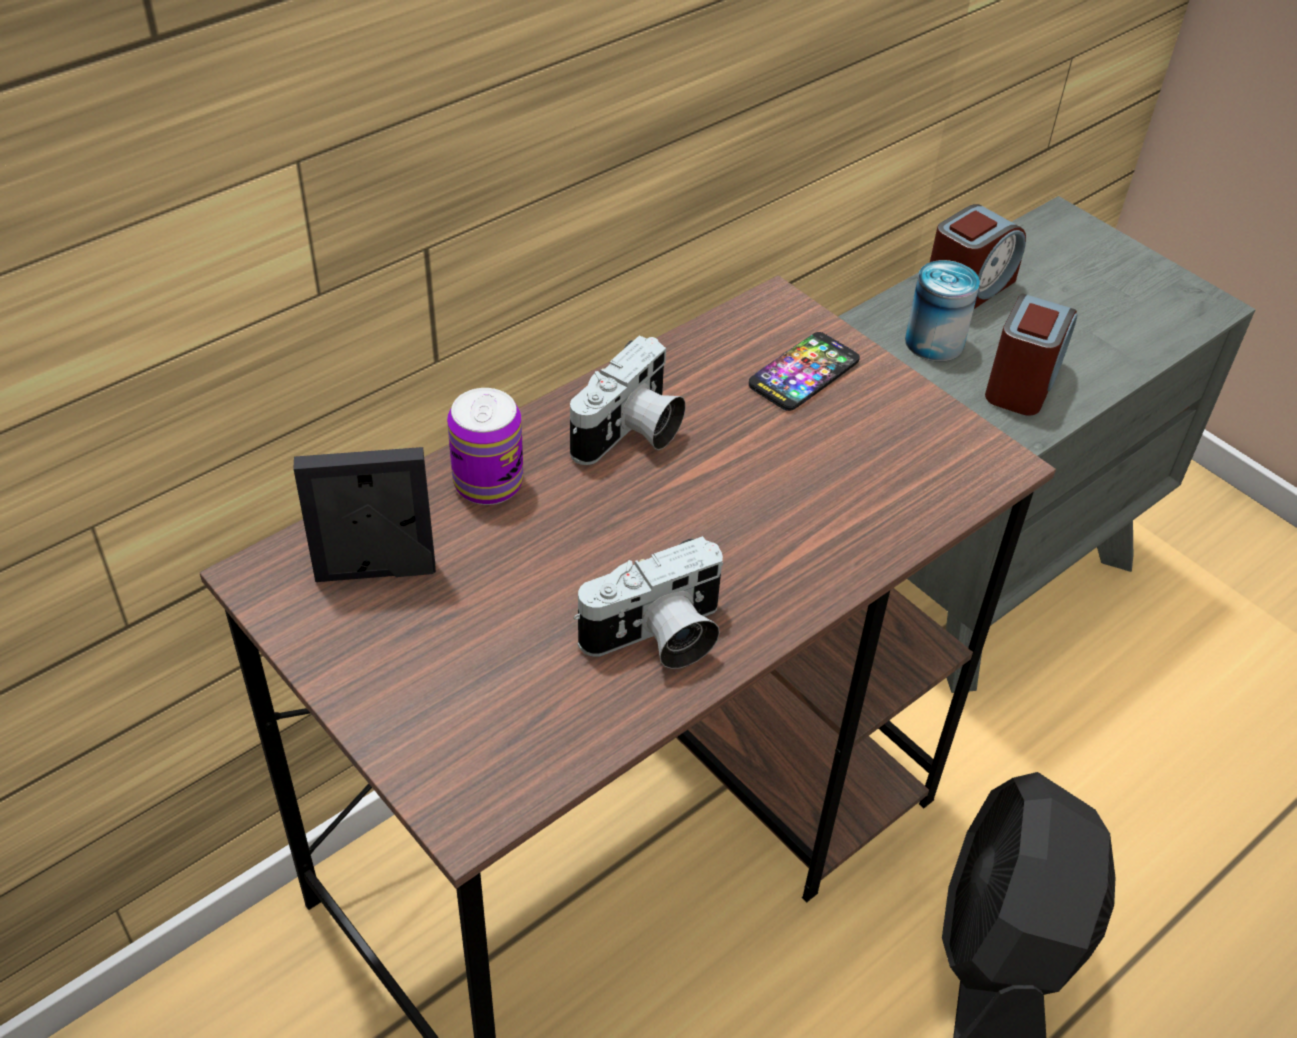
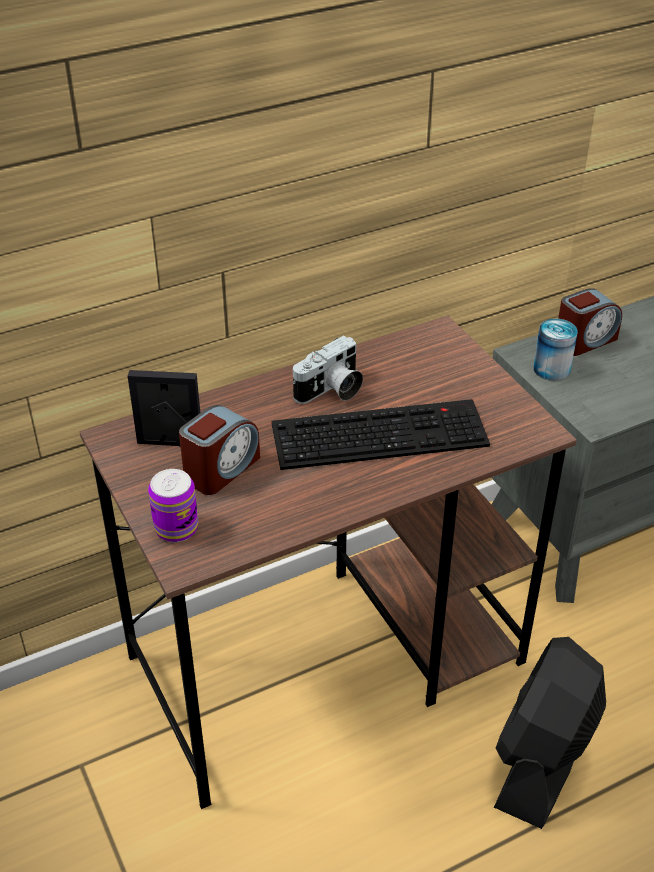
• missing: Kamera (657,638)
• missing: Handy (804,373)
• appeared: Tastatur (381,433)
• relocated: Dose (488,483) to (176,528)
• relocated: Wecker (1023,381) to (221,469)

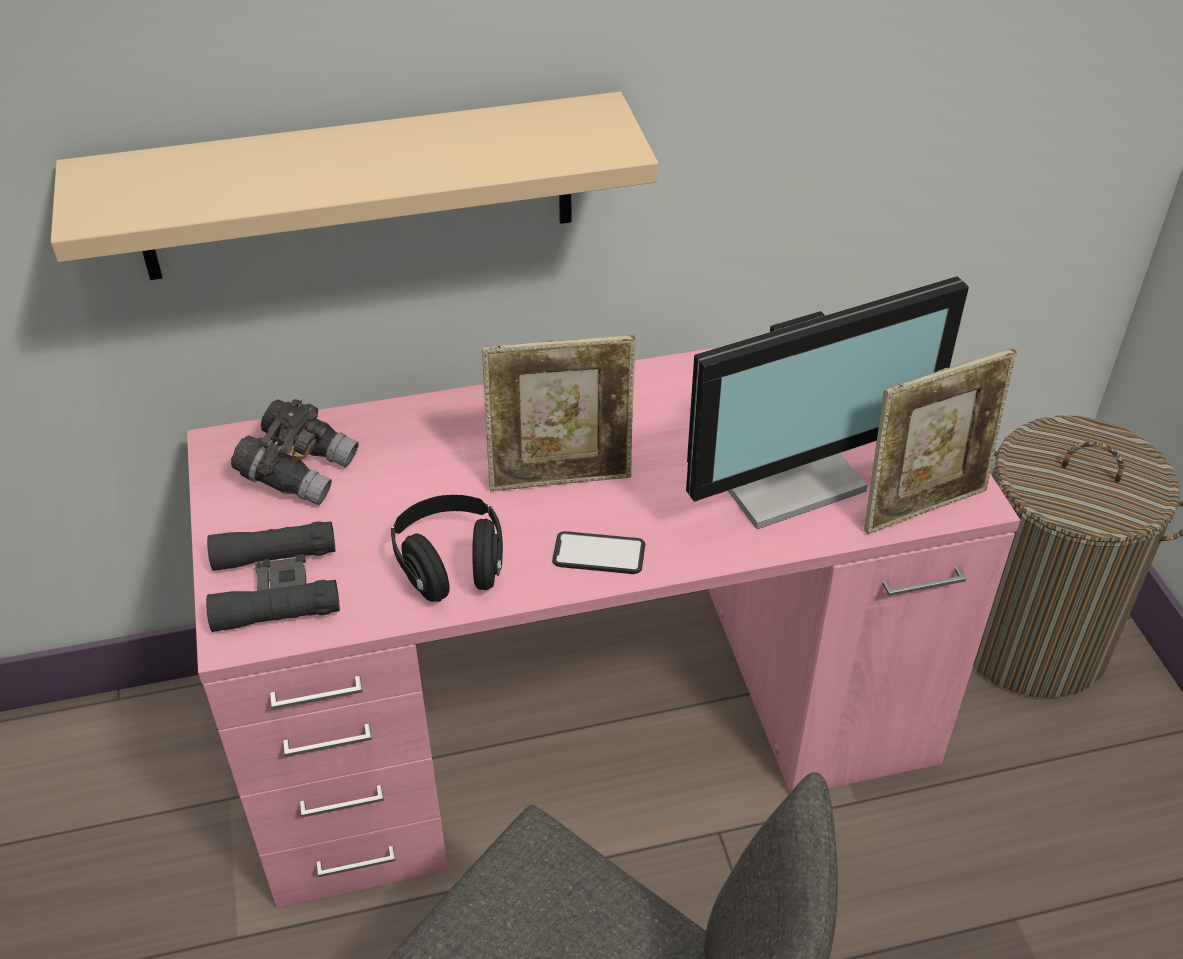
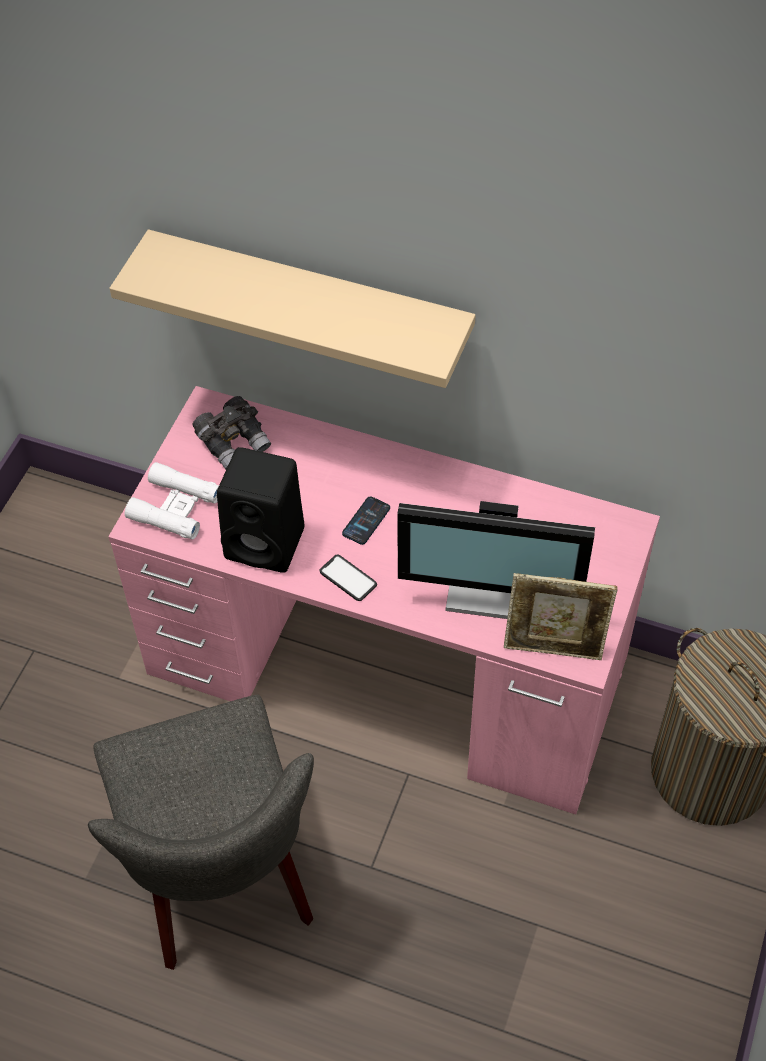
• exchanged: Kopfhörer [schwarz] (451,566) to Lautsprecher [schwarz] (267,543)
• exchanged: Bilderrahmen (561,478) to Handy (366,521)
• colour: Fernglas [schwarz] (276,586) to Fernglas [weiß] (175,507)

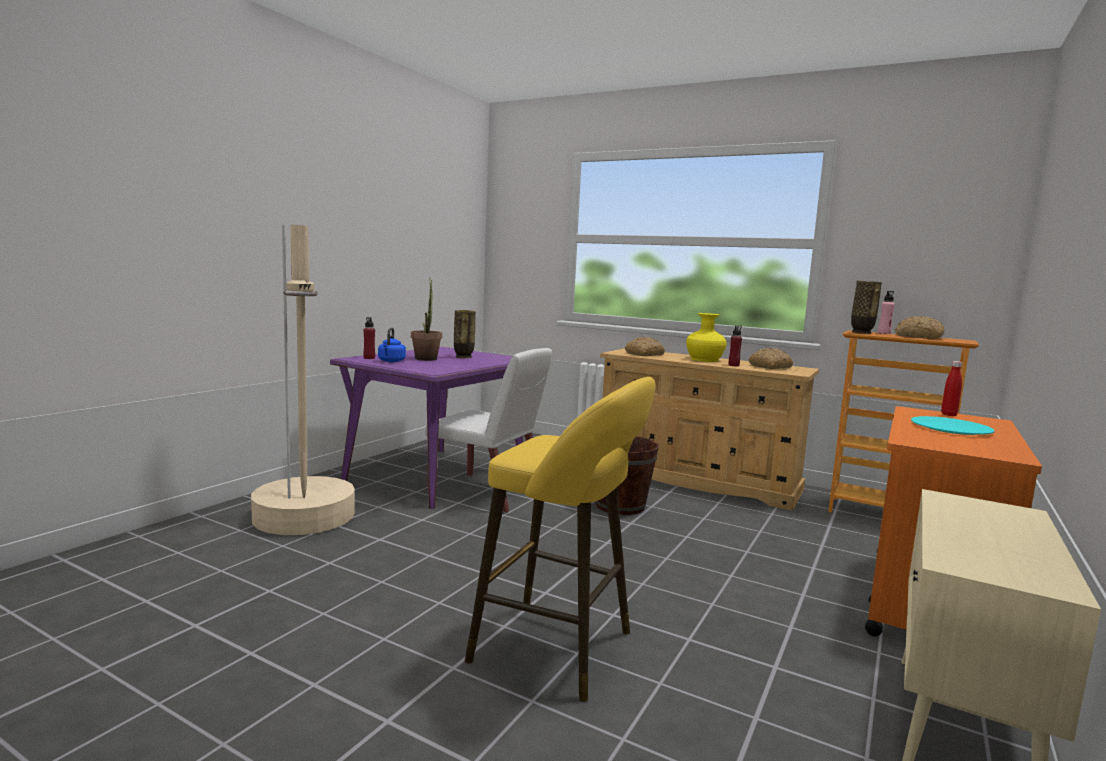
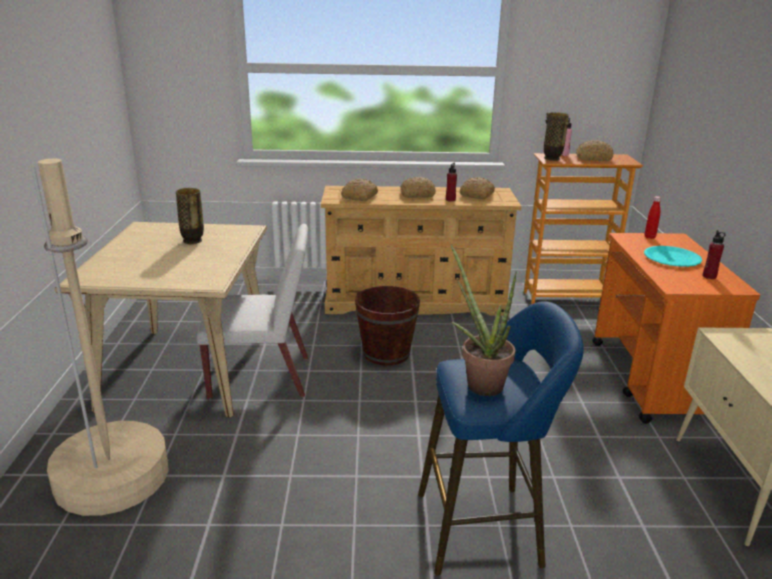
• missing: Wasserkessel [blau] (391,361)
• relocated: Flasche [rot] (369,358) to (709,276)
• relocated: Topfpflanze (426,358) to (479,382)
• exchanged: Vase [gelb] (704,360) to Brot (417,194)
• colour: Esstisch [lila] (437,475) to Esstisch [beige] (188,369)
• colour: Hocker [gelb] (561,649) to Hocker [blau] (486,527)

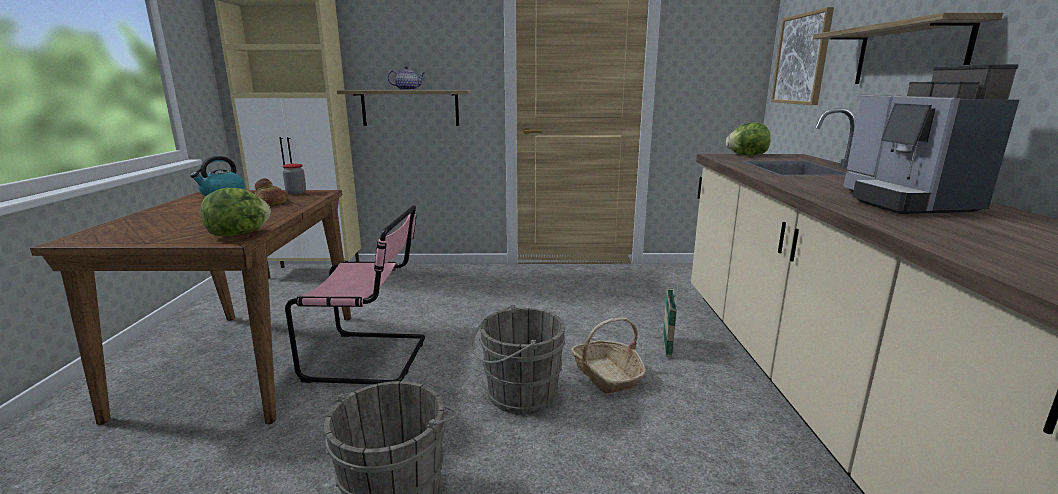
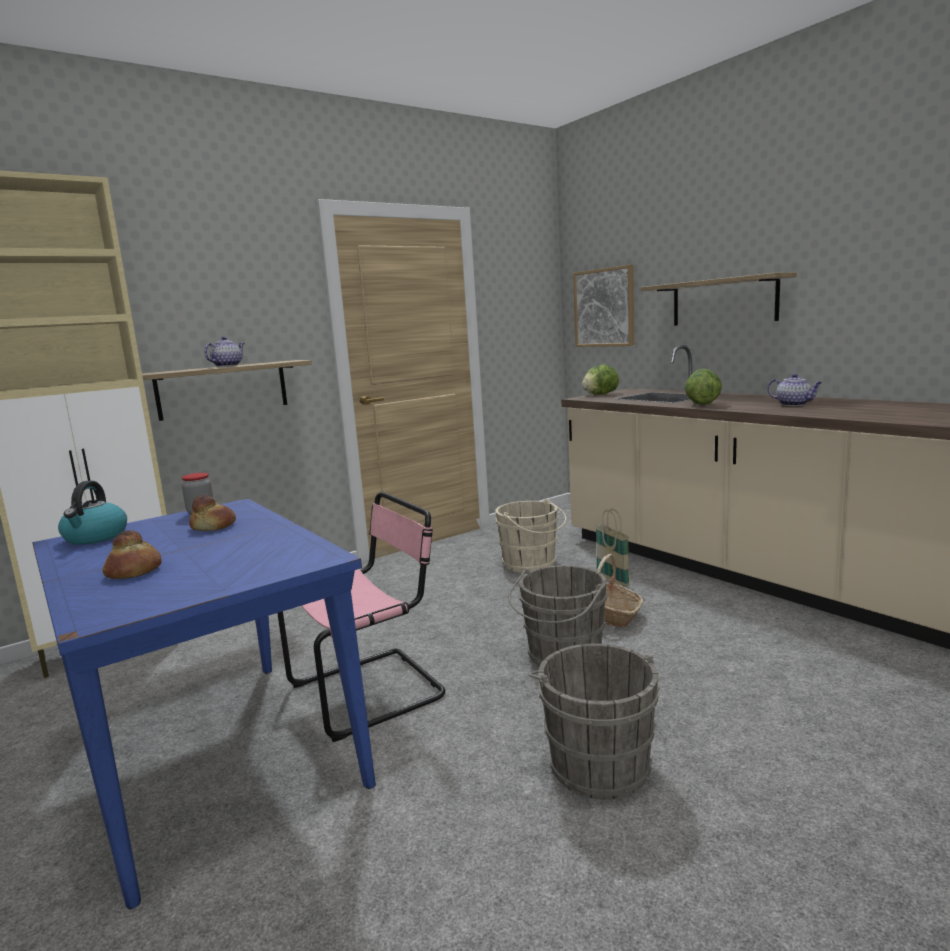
• appeared: Brot (135,571)
• appeared: Eimer [beige] (531,564)
• relocated: Salatkopf (240,234) to (702,404)
• exchanged: Kaffeemaschine (905,203) to Teekanne (794,404)
• colour: Esstisch [braun] (246,362) to Esstisch [blau] (218,758)

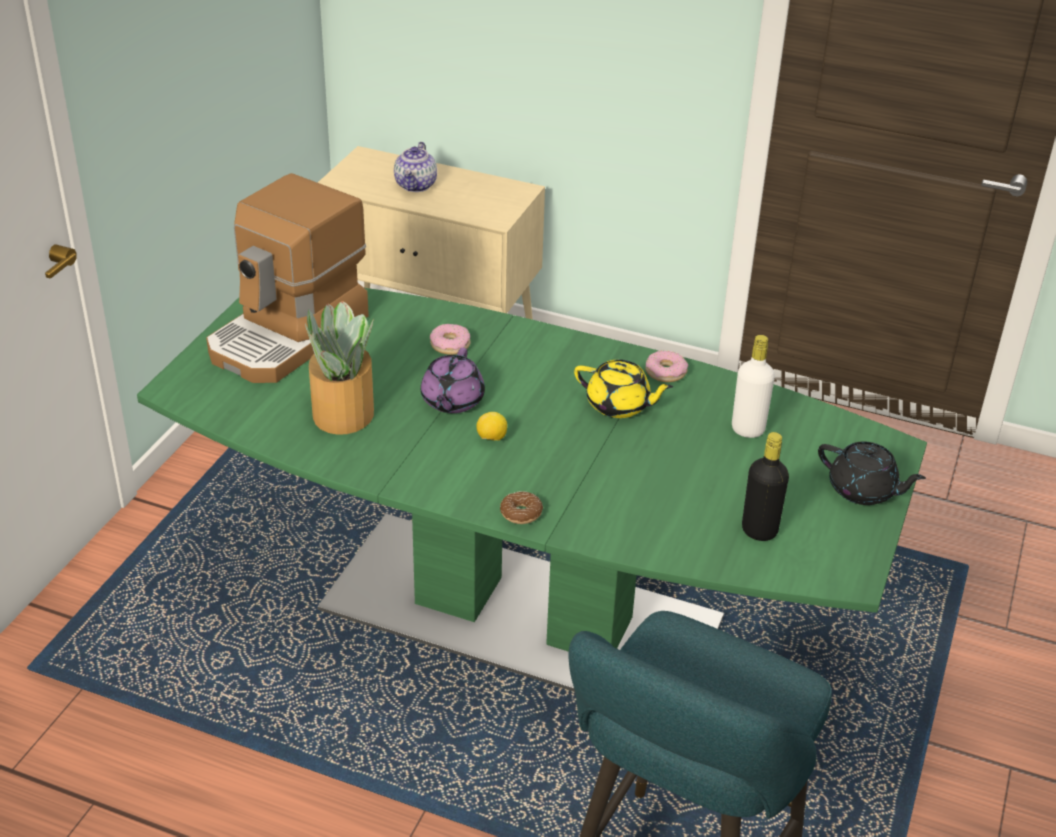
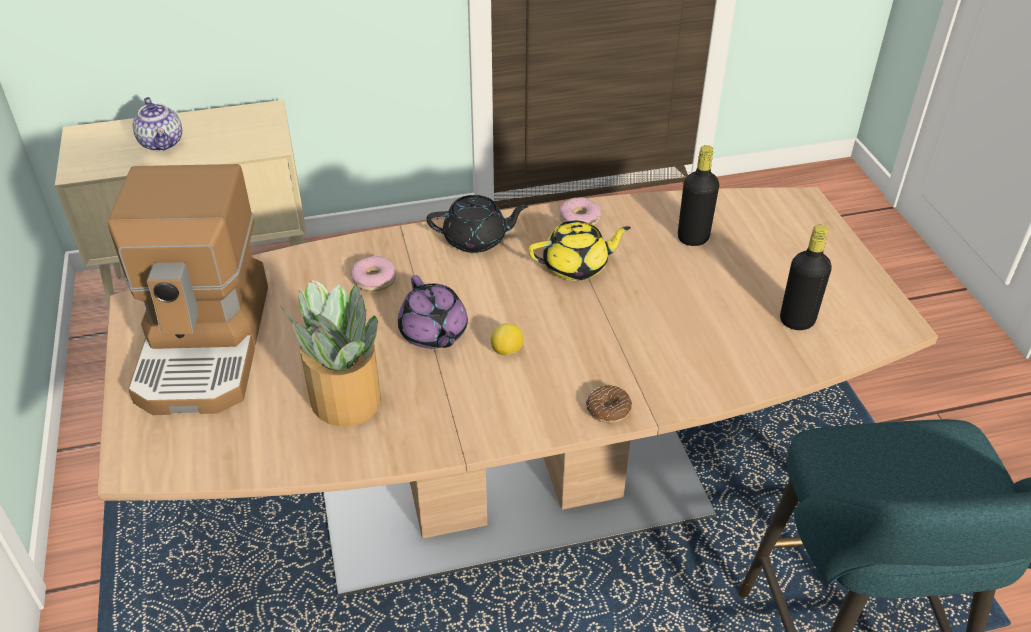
• relocated: Teekanne [schwarz] (863,490) to (476,239)
• colour: Esstisch [grün] (522,615) to Esstisch [braun] (516,495)
• colour: Flasche [weiß] (748,429) to Flasche [schwarz] (693,238)

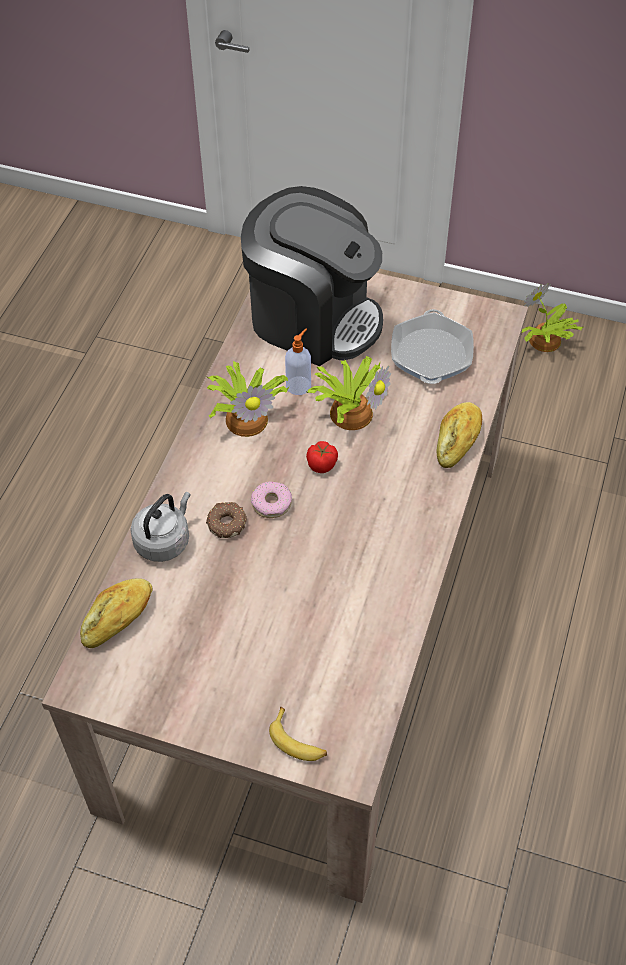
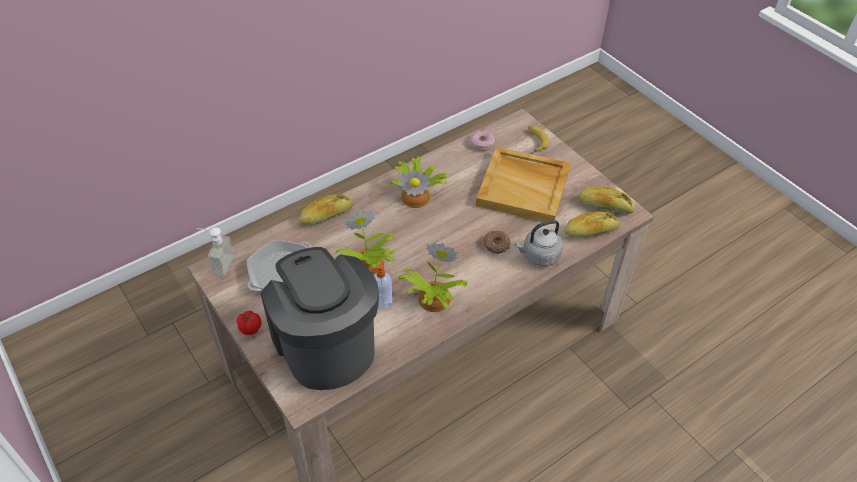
• appeared: Seifenspender (218,264)
• appeared: Tablett [beige] (524,187)
• appeared: Brot (605,206)
• relocated: Donut (271,503) to (482,143)
• relocated: Tomate (322,464) to (250,328)
• relocated: Topfpflanze (545,341) to (417,196)

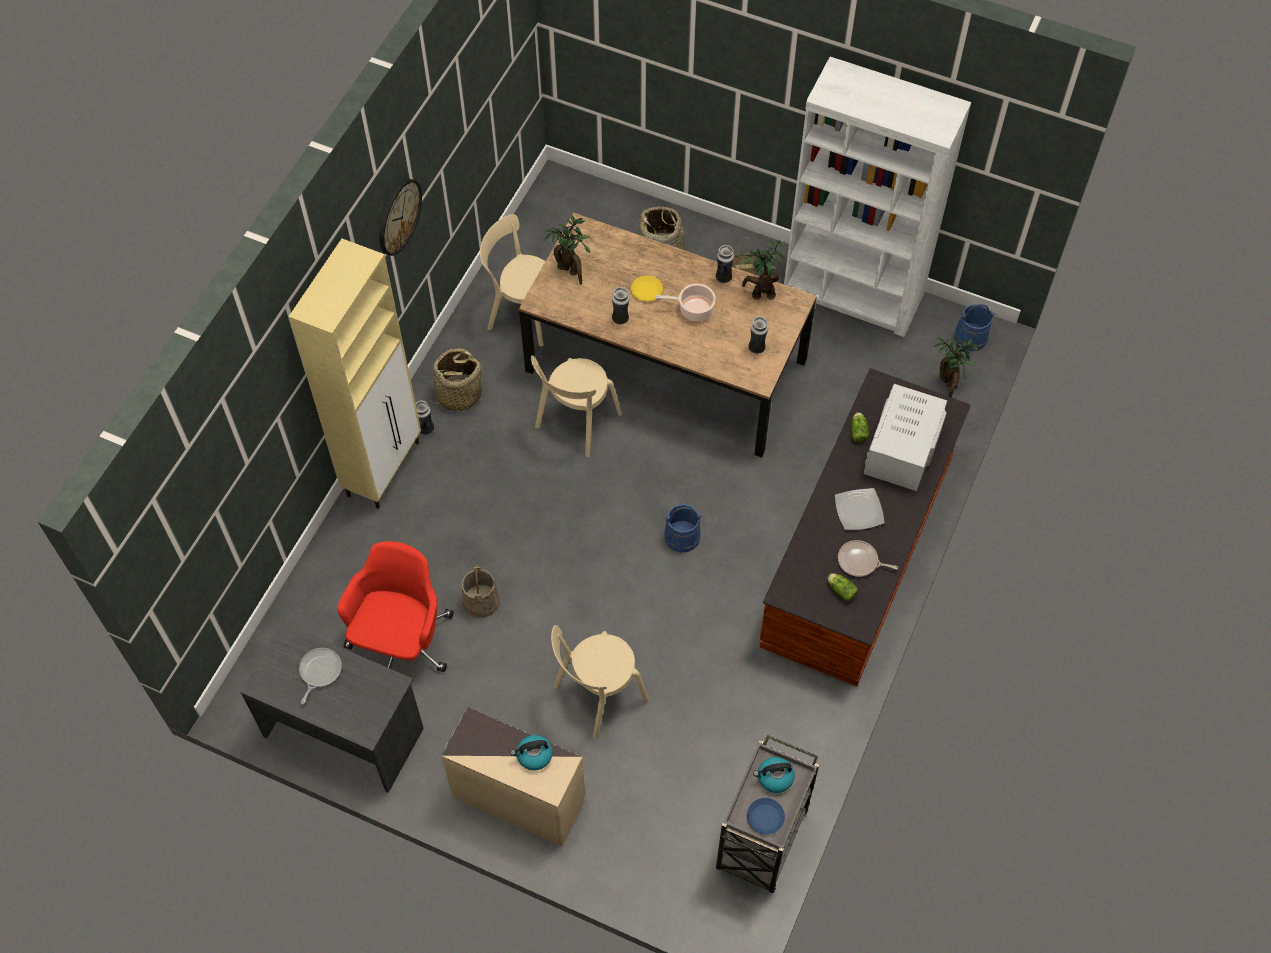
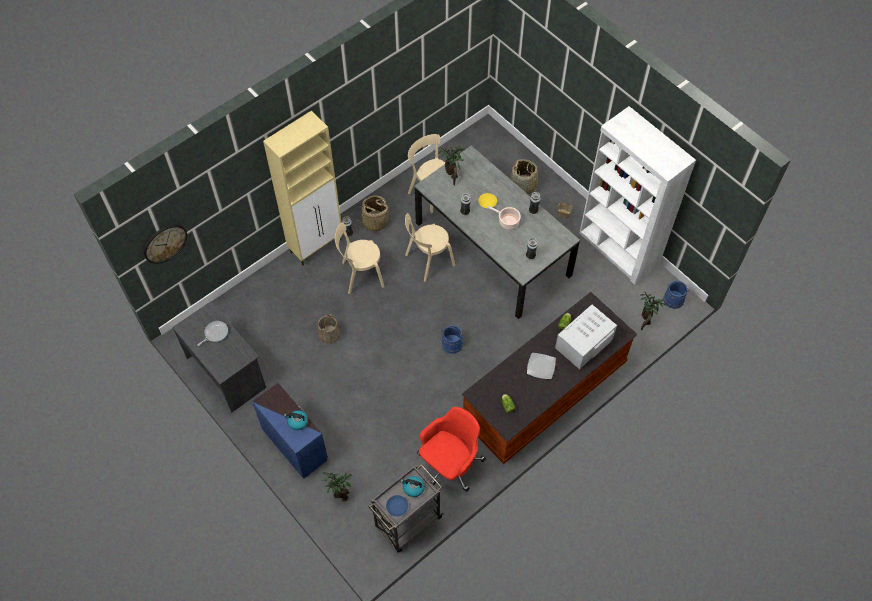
• missing: Pfanne (860,561)
• relocated: Bürostuhl [rot] (402,642) to (450,464)
• relocated: Wanduhr (399,216) to (165,243)
• relocated: Stuhl [beige] (597,696) to (360,275)
• relocated: Topfpflanze (760,294) to (339,495)
• colour: Kommode [beige] (518,797) to Kommode [blau] (295,443)
• colour: Esstisch [braun] (667,365) to Esstisch [grau] (493,249)

